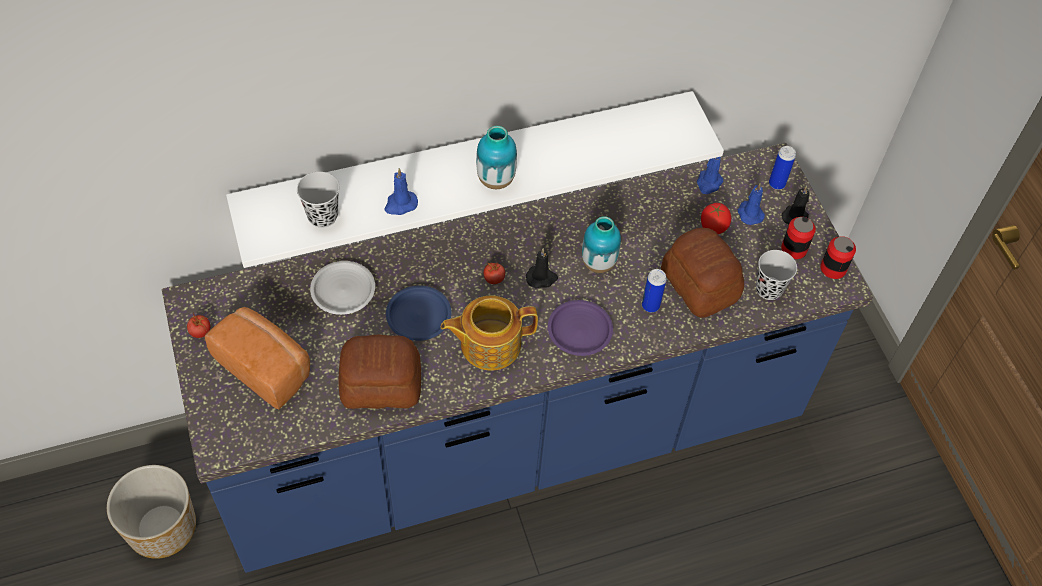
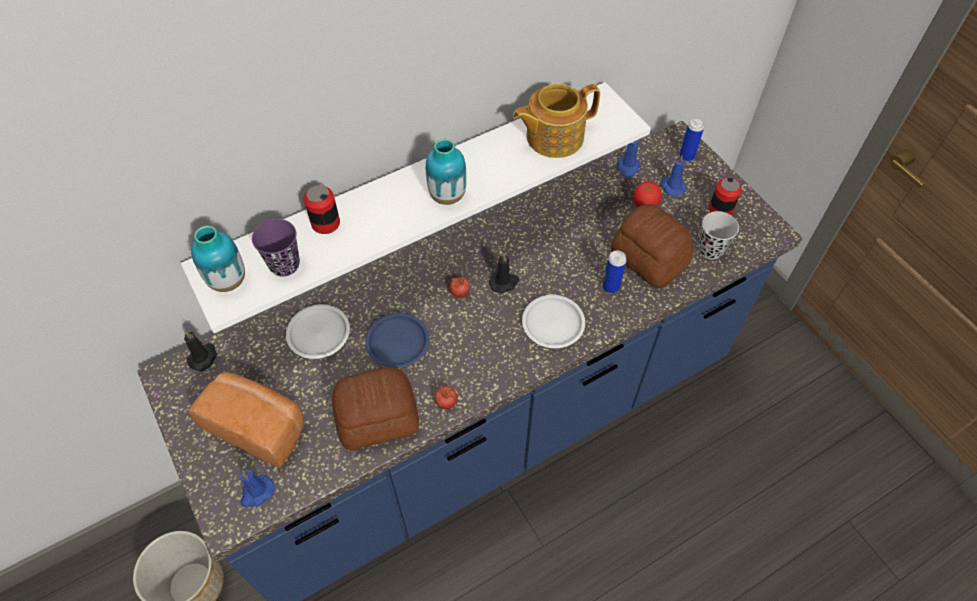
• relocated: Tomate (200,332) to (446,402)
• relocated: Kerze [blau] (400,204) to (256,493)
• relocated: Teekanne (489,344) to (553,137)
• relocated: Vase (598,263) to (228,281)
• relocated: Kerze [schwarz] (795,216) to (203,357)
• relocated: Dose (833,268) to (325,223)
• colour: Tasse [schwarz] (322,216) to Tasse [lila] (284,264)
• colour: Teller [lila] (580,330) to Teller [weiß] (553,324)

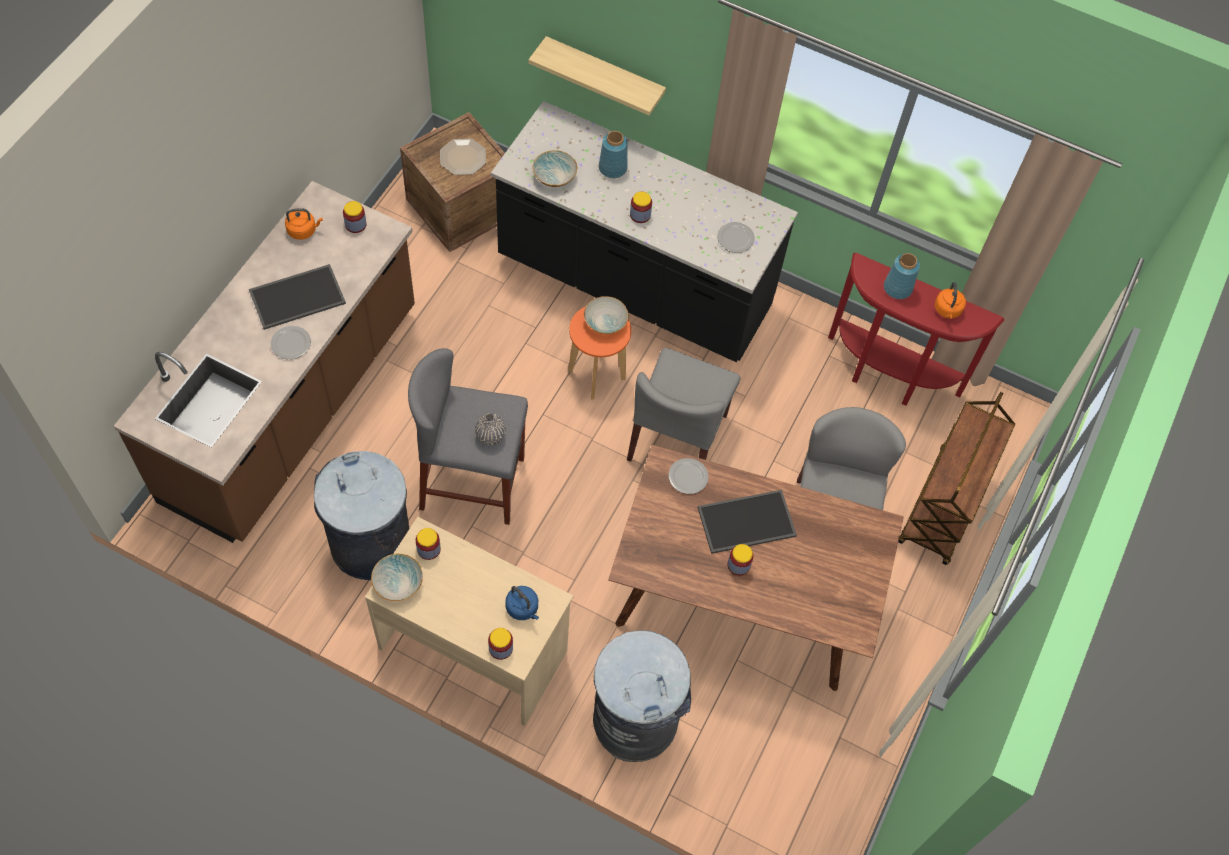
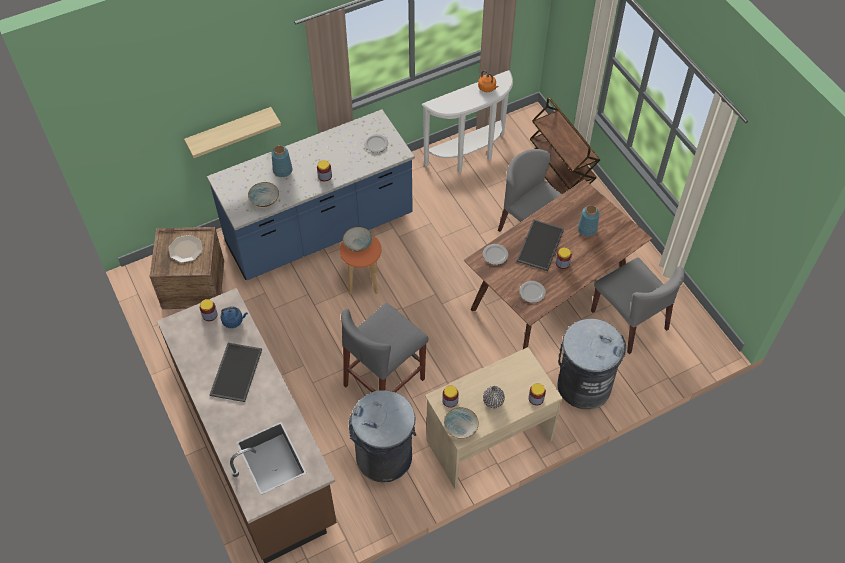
• missing: Wasserkessel [orange] (303,230)
• relocated: Teller (291,343) to (532,292)
• relocated: Vase [grau] (490,436) to (493,401)
• relocated: Wasserkessel [blau] (523,608) to (234,321)
• relocated: Stuhl [grau] (677,438) to (629,320)
• relocated: Vase [blau] (897,288) to (587,229)
• colour: Küchenzeile [schwarz] (634,285) to Küchenzeile [blau] (320,231)
• colour: Konsolentisch [rot] (888,378) to Konsolentisch [weiß] (469,156)

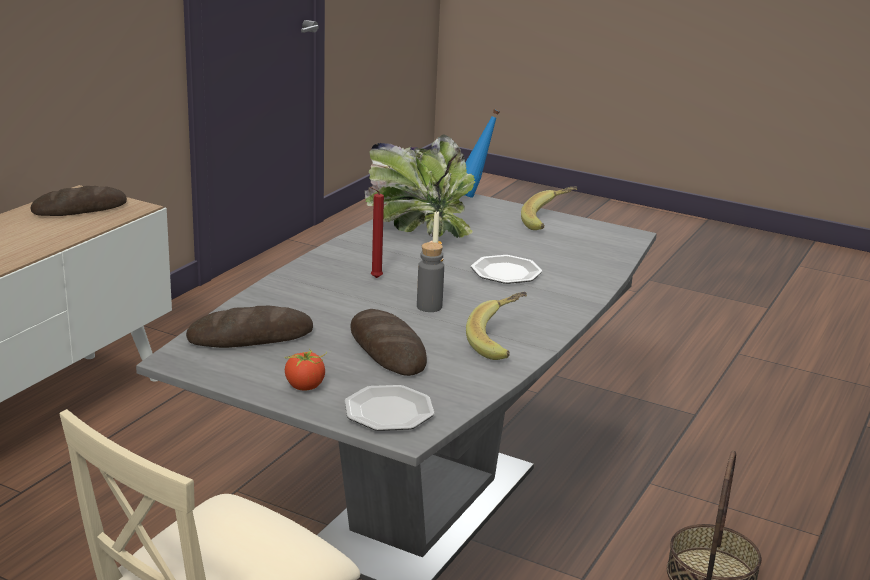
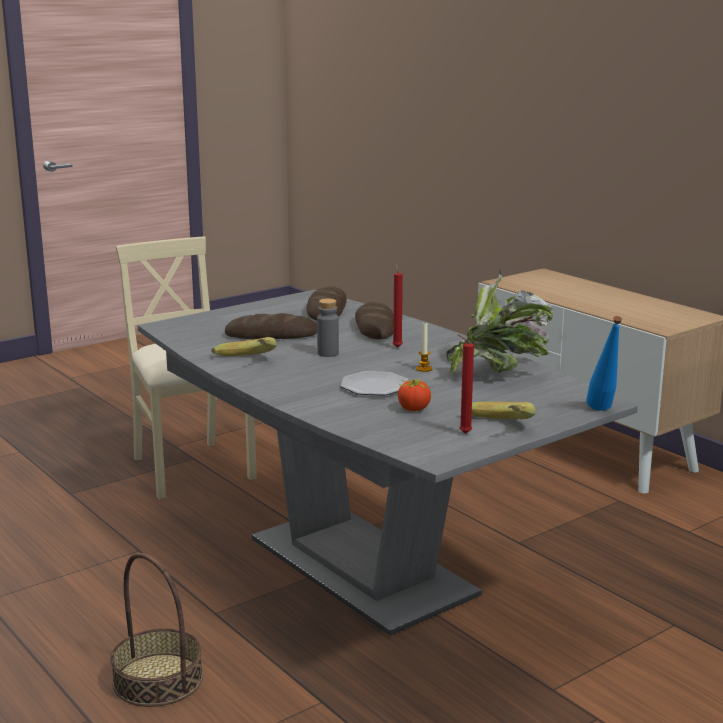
• missing: Teller (388,412)
• appeared: Kerze [rot] (463,433)
• relocated: Brot (79,208) to (375,327)
• relocated: Tomate (305,386) to (414,409)

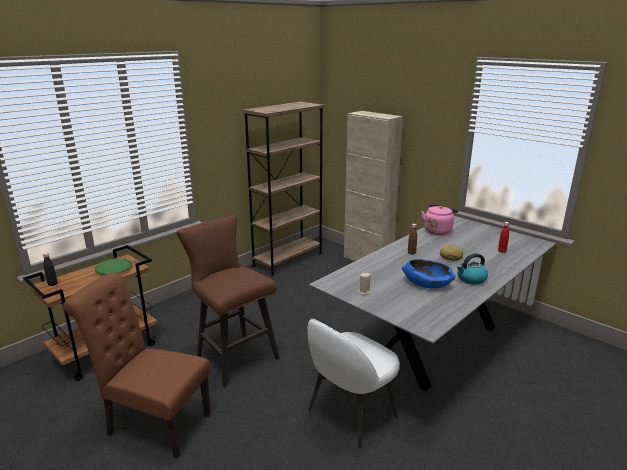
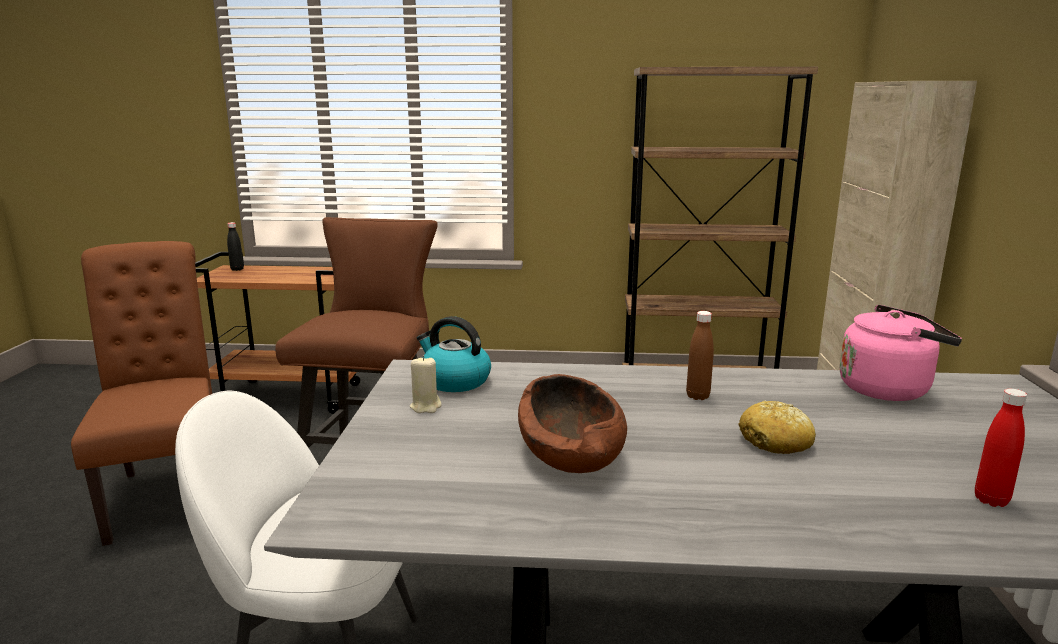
• missing: Teller [grün] (114,269)
• relocated: Wasserkessel (471,279) to (454,381)
• colour: Schüssel [blau] (427,283) to Schüssel [braun] (571,454)

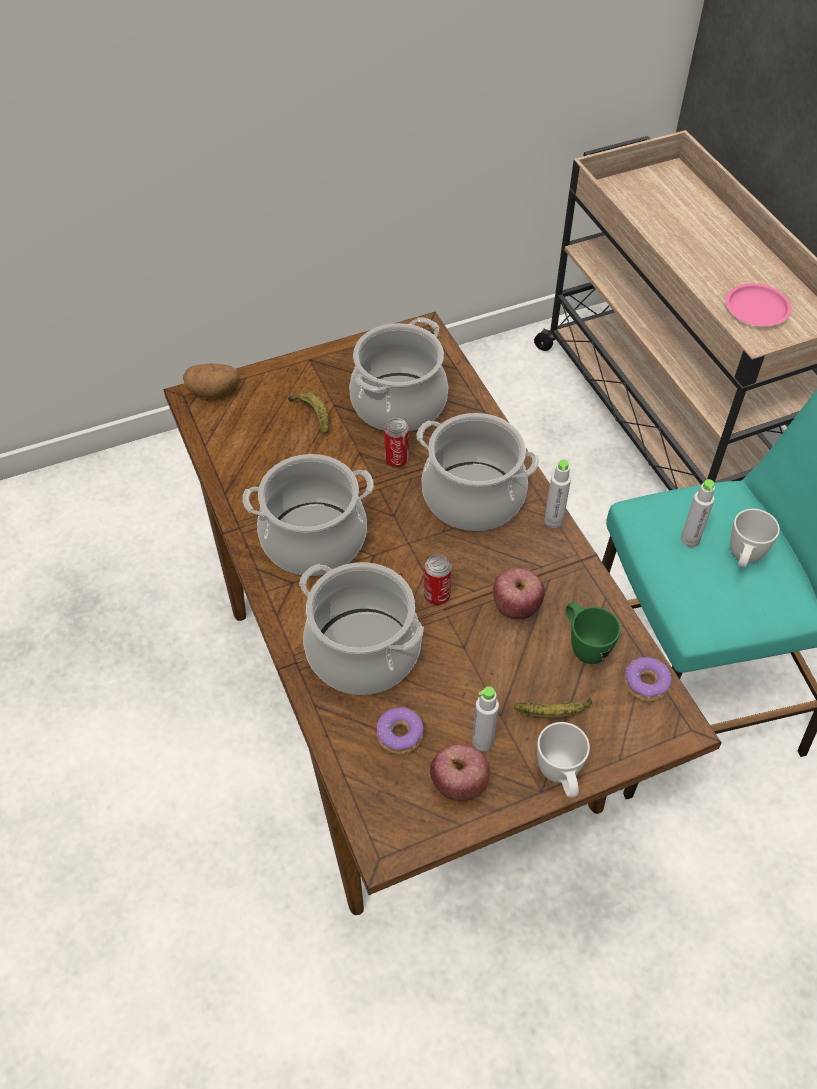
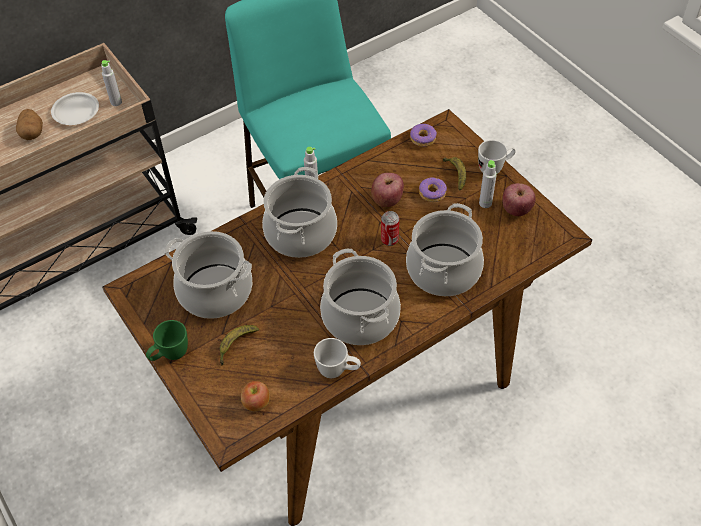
• missing: Dose (396,459)
• appeared: Apfel (256,403)
• relocated: Kartoffel (214,392) to (32,133)
• relocated: Donut (400,735) to (432,193)
• relocated: Henkelbecher [grün] (584,645) to (170,355)
• relocated: Flasche [grau] (690,539) to (116,102)
• relocated: Henkelbecher [weiß] (743,559) to (338,371)
• colour: Teller [rosa] (757,309) to Teller [weiß] (75,111)

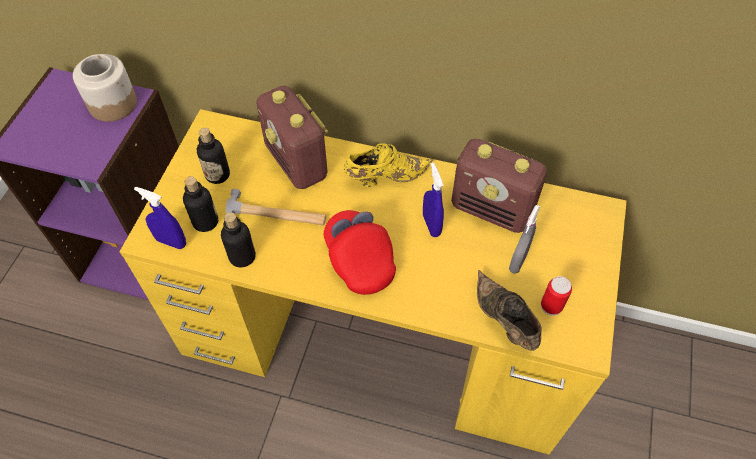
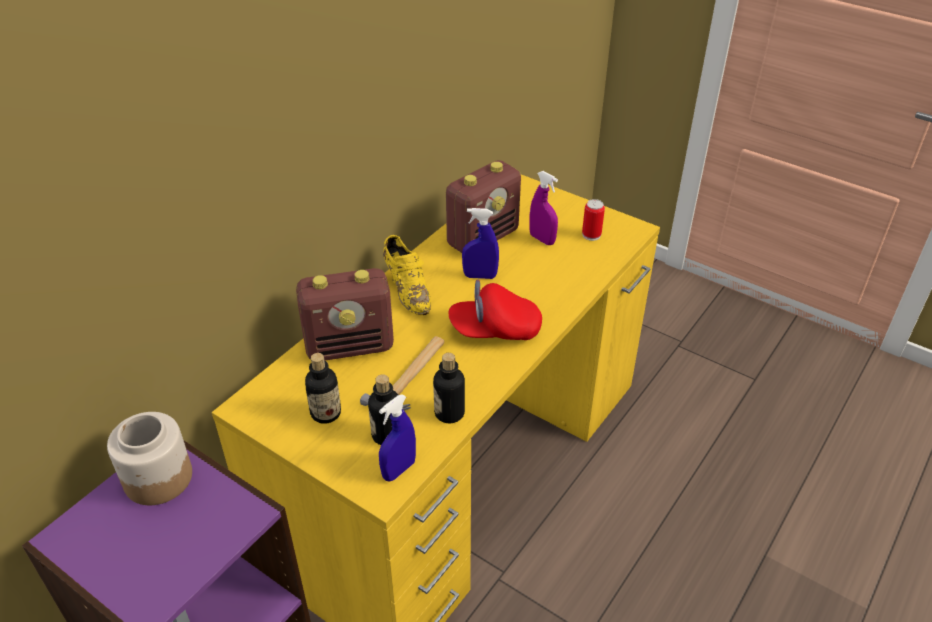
• missing: Schuh [braun] (504,321)
• colour: Sprühflasche [grau] (518,261) to Sprühflasche [lila] (542,239)
• spun: Schuh [gelb] (385,177) = (408,290) 150 degrees clockwise

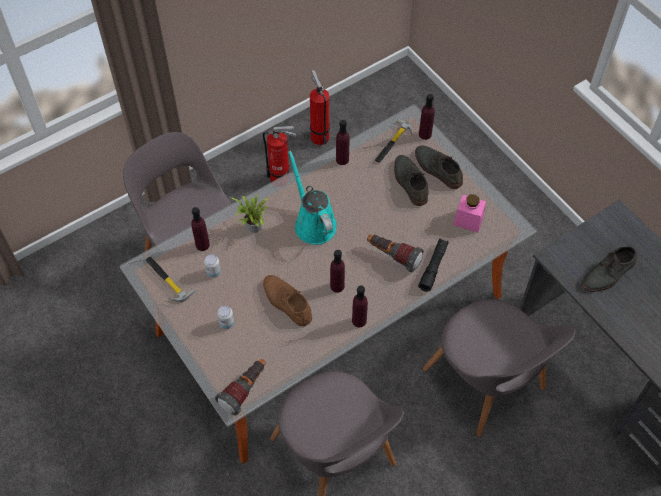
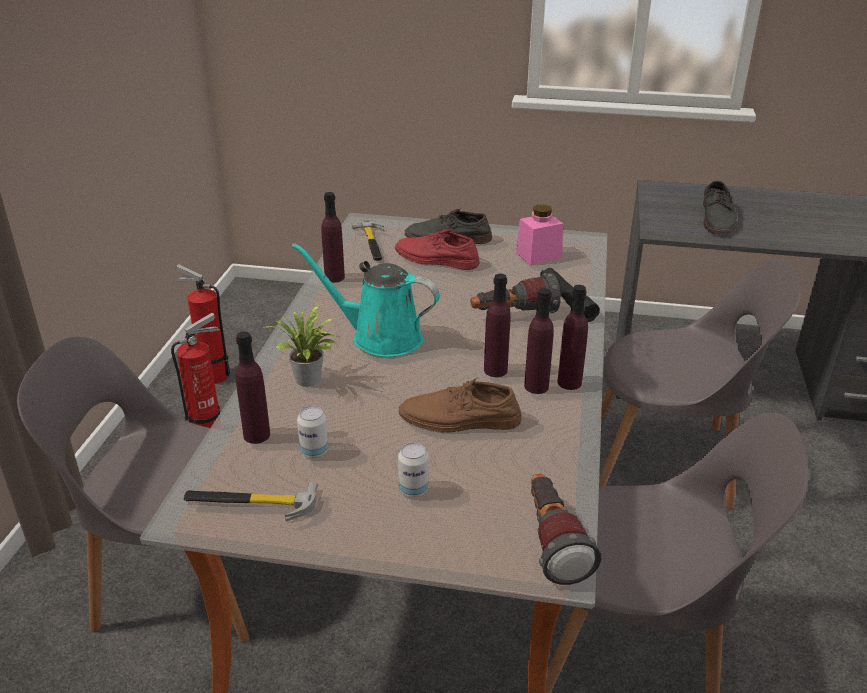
• relocated: Flasche [lila] (425,134) to (536,386)
• colour: Schuh [grau] (409,182) to Schuh [rot] (436,259)

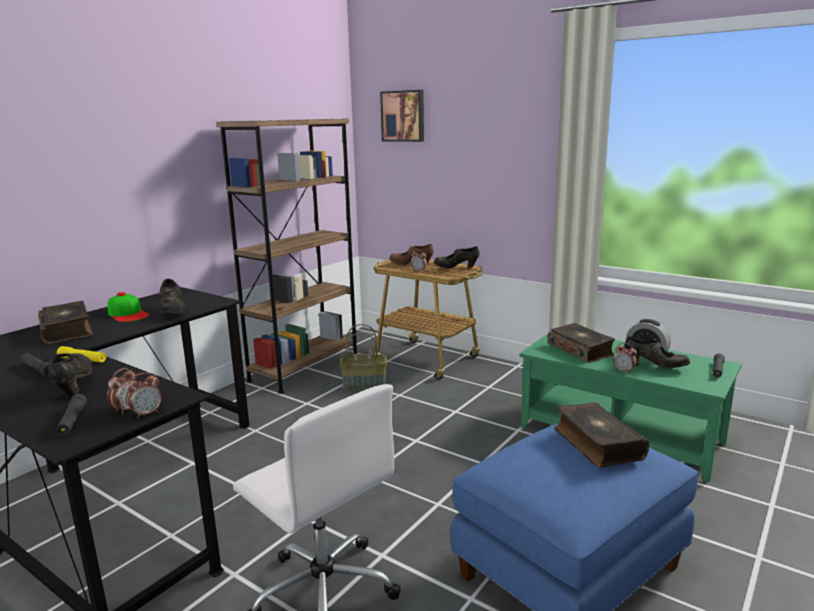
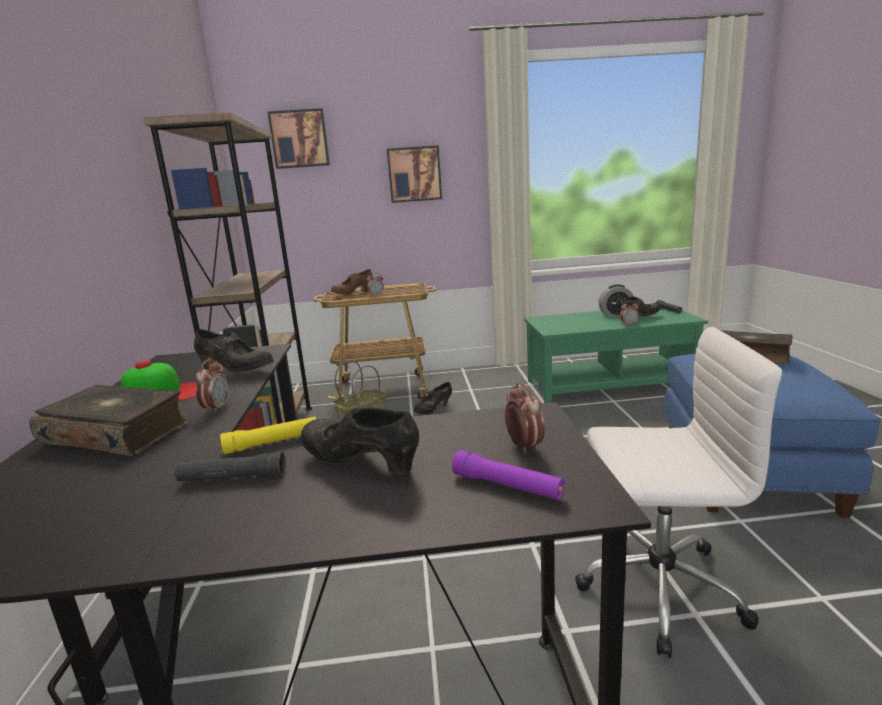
• missing: Buch (581,350)
• appeared: Bild (414,174)
• relocated: Wecker (146,414) to (217,409)
• relocated: Schuh [schwarz] (456,268) to (433,410)
• colour: Taschenlampe [schwarz] (72,421) to Taschenlampe [lila] (507,486)

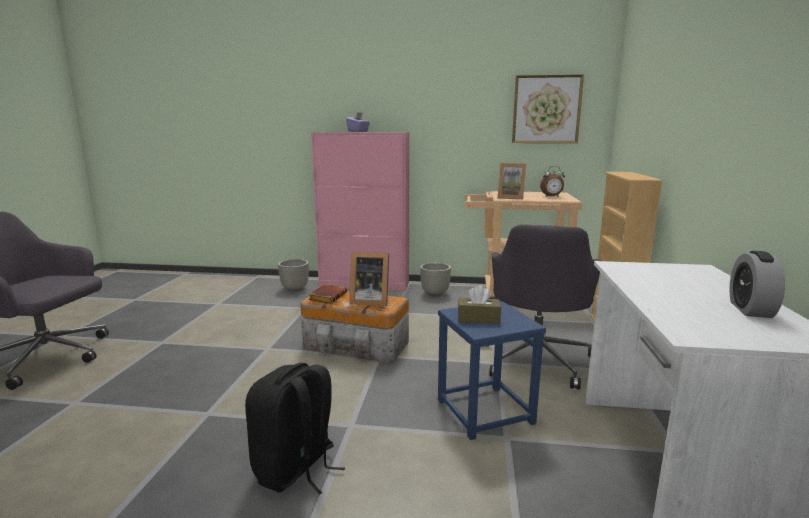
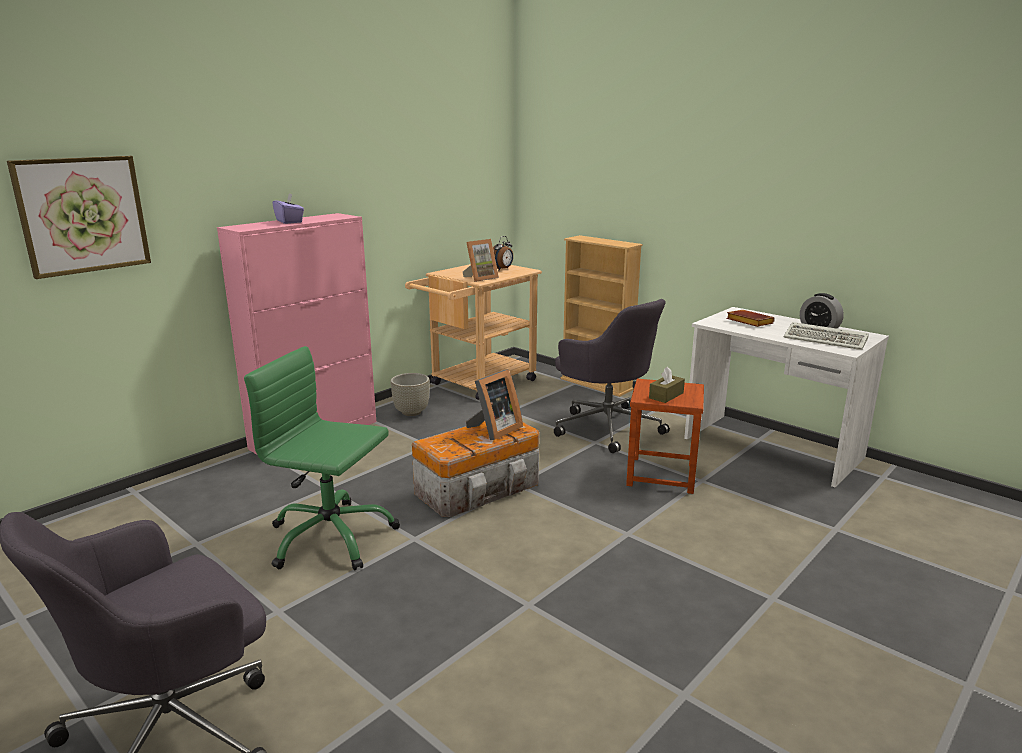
• missing: Rucksack [schwarz] (296,469)
• missing: Pflanzkübel [grau] (295,289)
• appeared: Bürostuhl [grün] (331,537)
• appeared: Tastatur (827,340)
• relocated: Buch [braun] (327,297) to (747,322)
• relocated: Bild (546,109) to (83,215)
• colour: Hocker [blau] (484,411) to Hocker [braun] (661,475)

